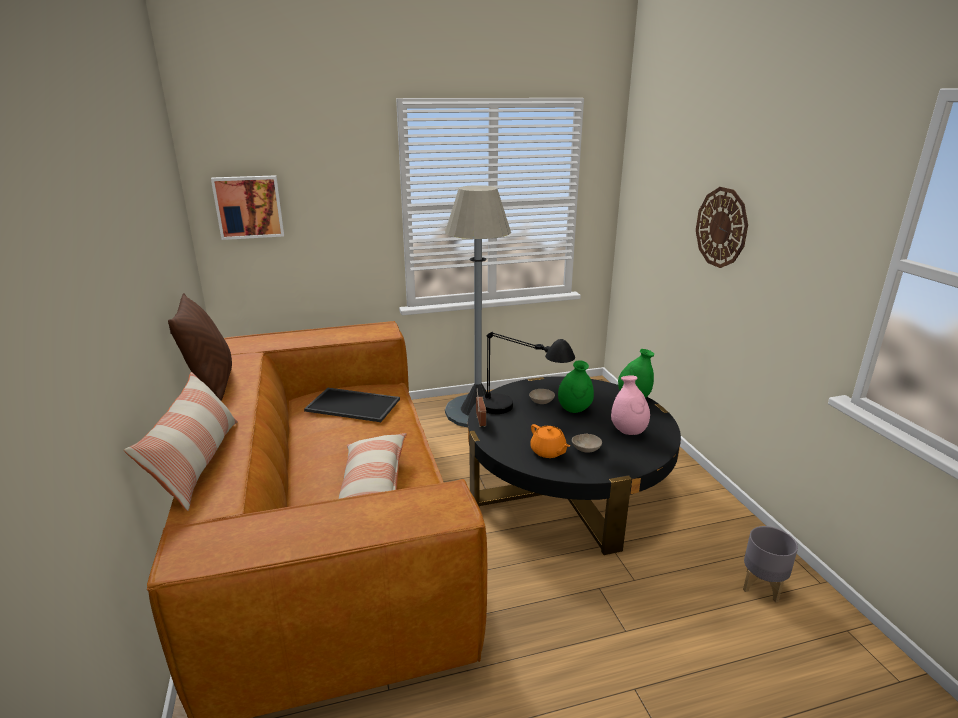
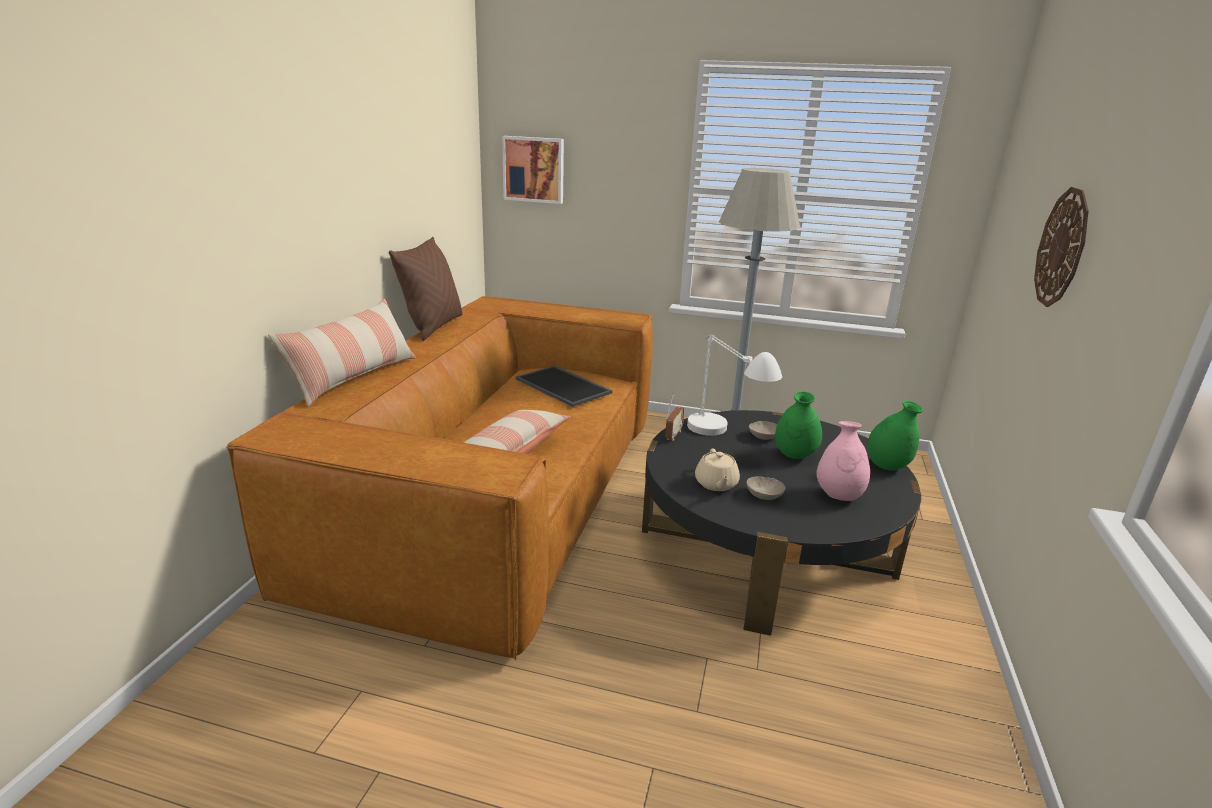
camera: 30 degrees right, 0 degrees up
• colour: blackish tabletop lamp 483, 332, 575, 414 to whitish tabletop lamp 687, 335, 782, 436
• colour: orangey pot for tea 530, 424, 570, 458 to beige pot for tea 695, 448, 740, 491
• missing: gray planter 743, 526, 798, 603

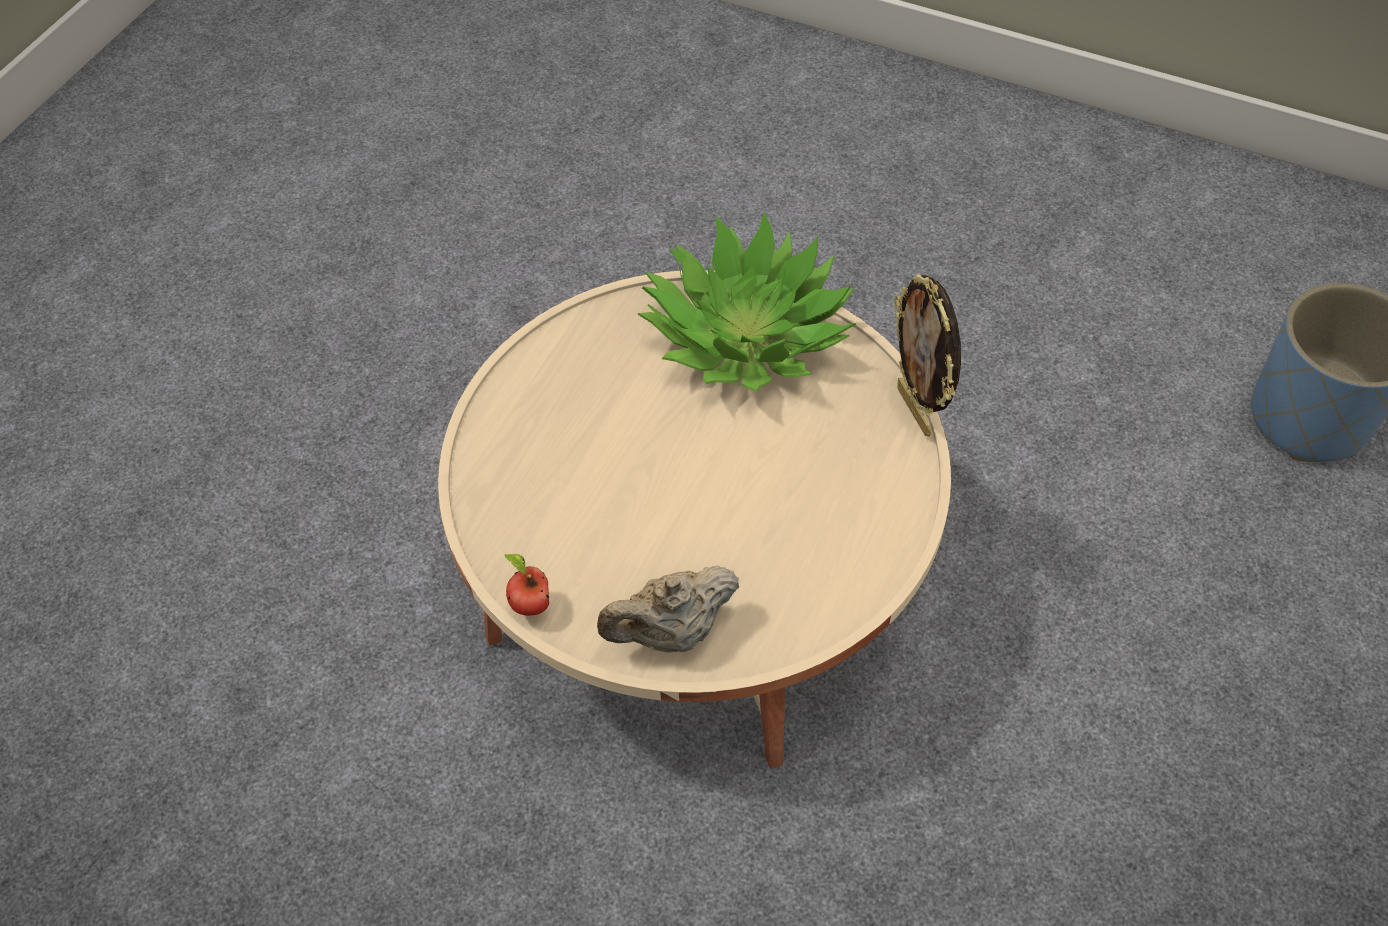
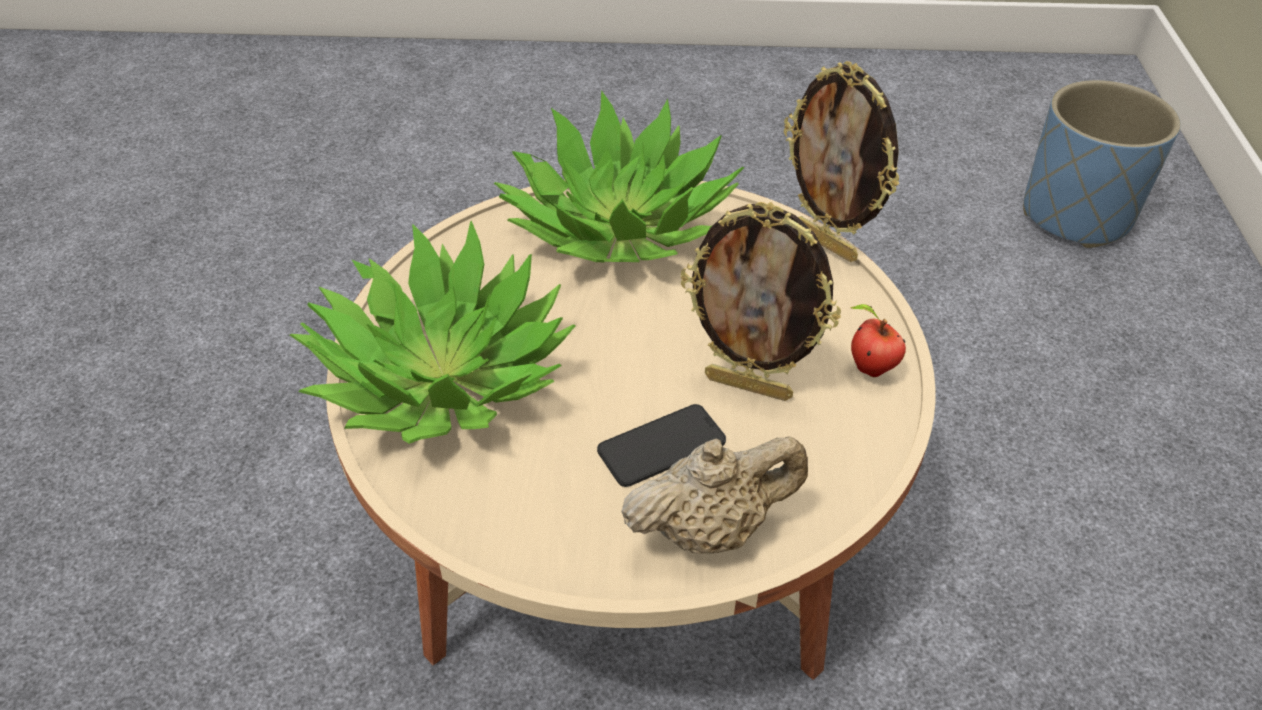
camera: 25 degrees left, 10 degrees down
• relocated: whole apple 505, 554, 549, 616 to 850, 304, 906, 377
• spun: beige pot for tea 597, 565, 739, 653 = 621, 437, 808, 554 150 degrees counterclockwise
• appeared: houseplant 290, 221, 575, 444
• appeared: handset 597, 404, 726, 487
• appeared: photo frame 681, 202, 841, 401

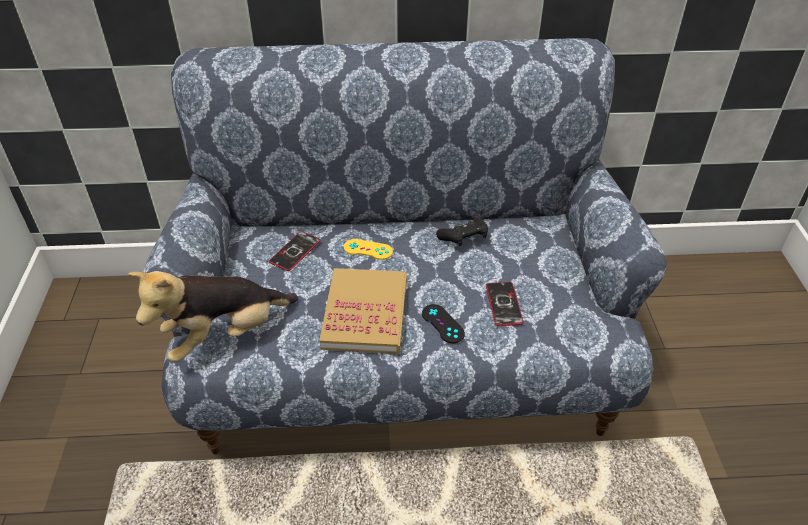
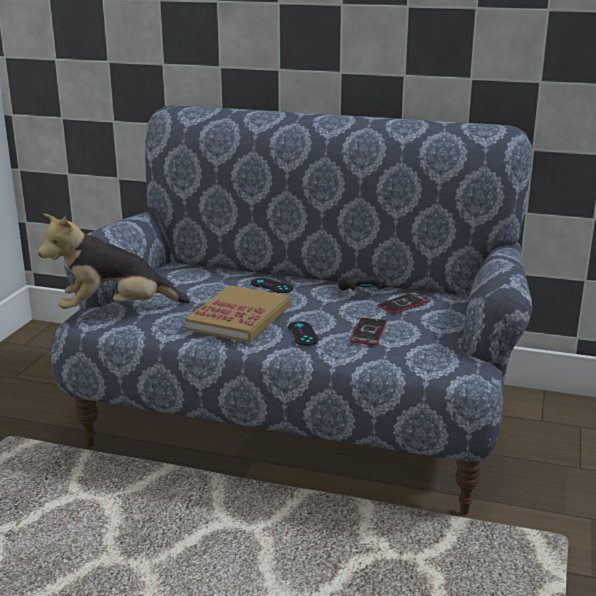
camera: 20 degrees right, 20 degrees down
• relocated: handset 269, 231, 321, 271 to 377, 292, 431, 314
• colour: yellowish joypad 344, 239, 393, 260 to blackish joypad 251, 278, 293, 293

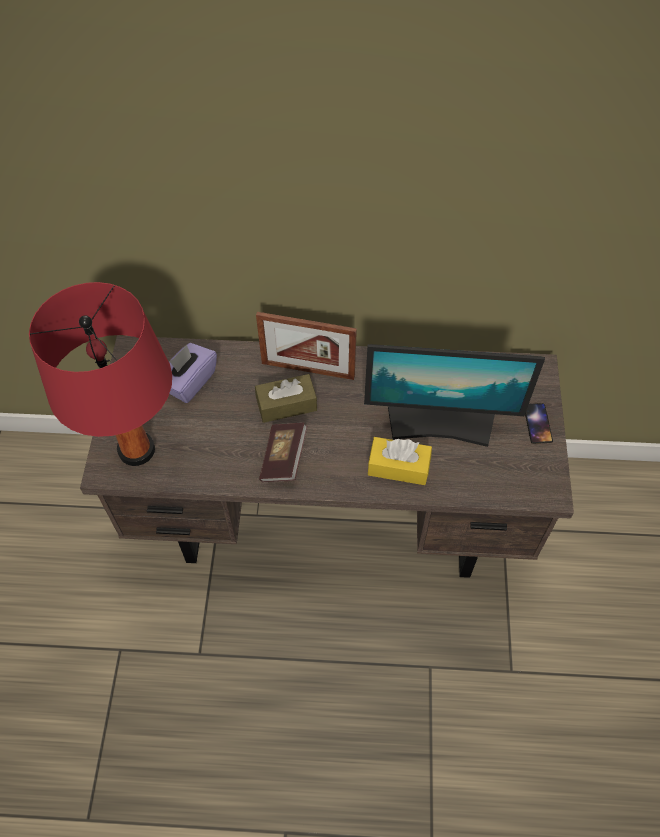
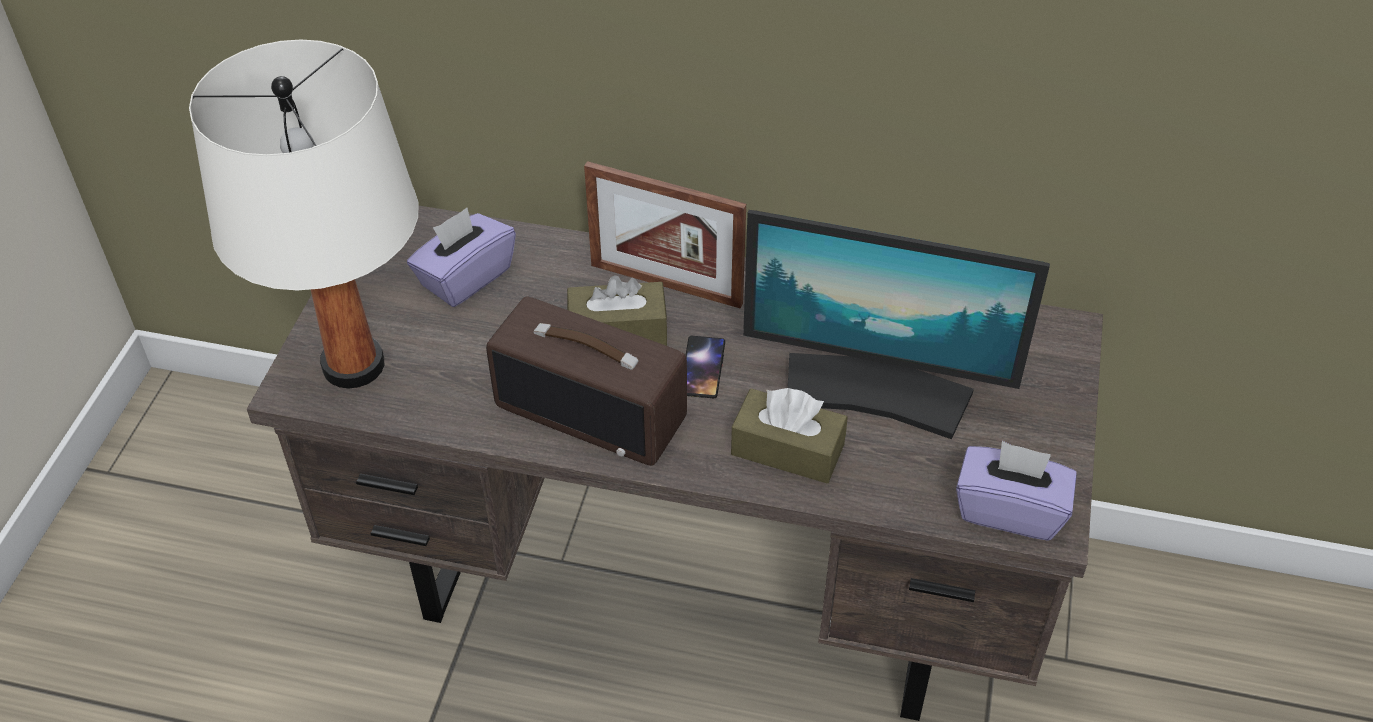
camera: 10 degrees right, 10 degrees down
• colour: red-coloured tabletop lamp 29, 282, 172, 466 to whitish tabletop lamp 189, 40, 419, 388
• exchanged: volume 259, 422, 307, 482 to radio receiver 486, 296, 687, 466
• colour: yellowish tissue box 368, 437, 432, 485 to brownish tissue box 731, 388, 848, 483
• relocated: handset 525, 403, 553, 444 to 686, 336, 725, 398
• appeared: purplish tissue box 956, 441, 1077, 541

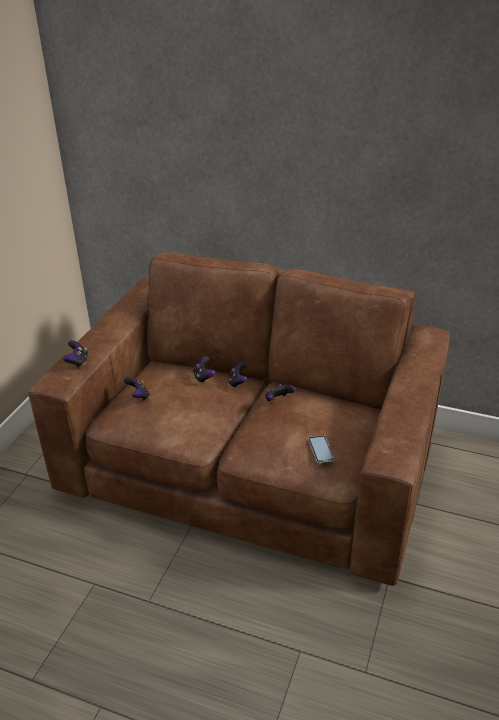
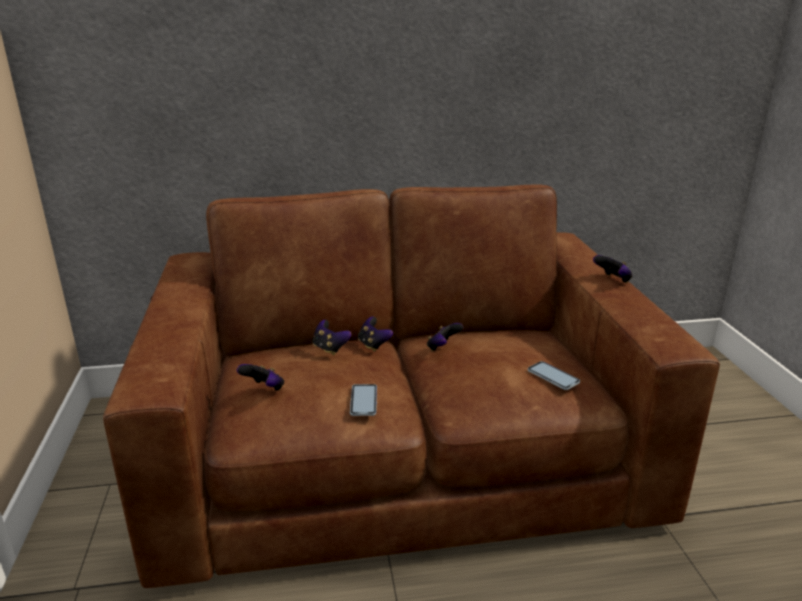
camera: 30 degrees left, 10 degrees down
• relocated: joypad 63, 340, 88, 368 to 593, 255, 632, 283
• appeared: handset 350, 384, 377, 416

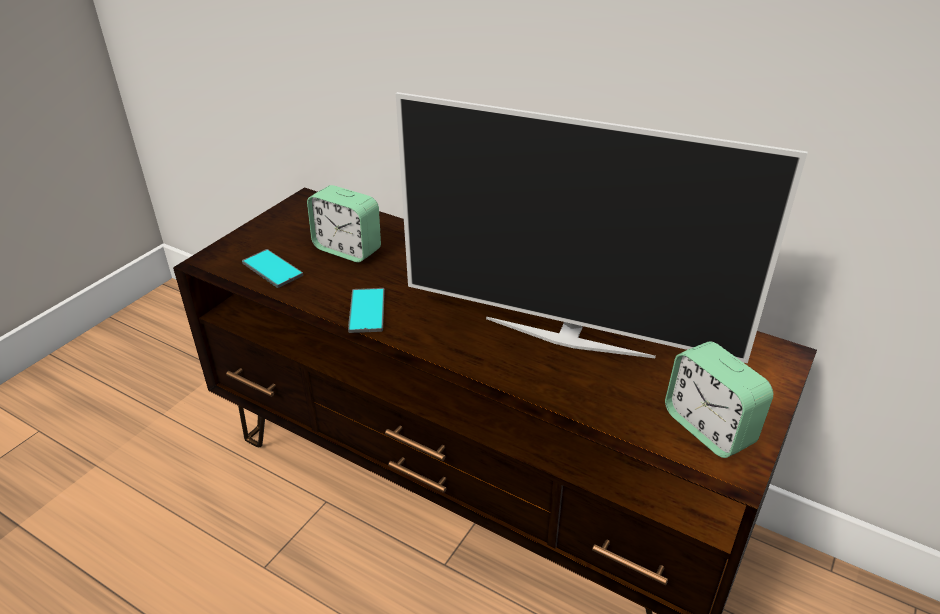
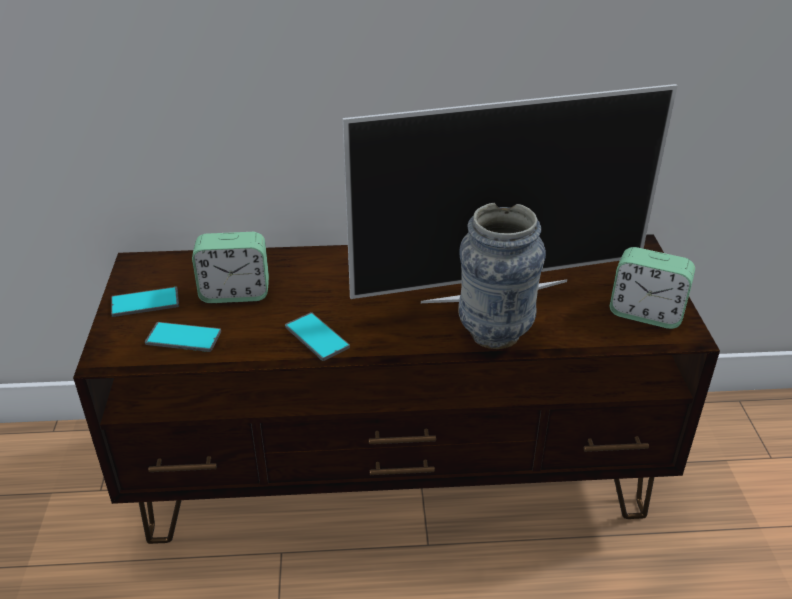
camera: 35 degrees left, 0 degrees up
• appeared: handset 111, 287, 179, 317
• appeared: flower vase 458, 203, 546, 349

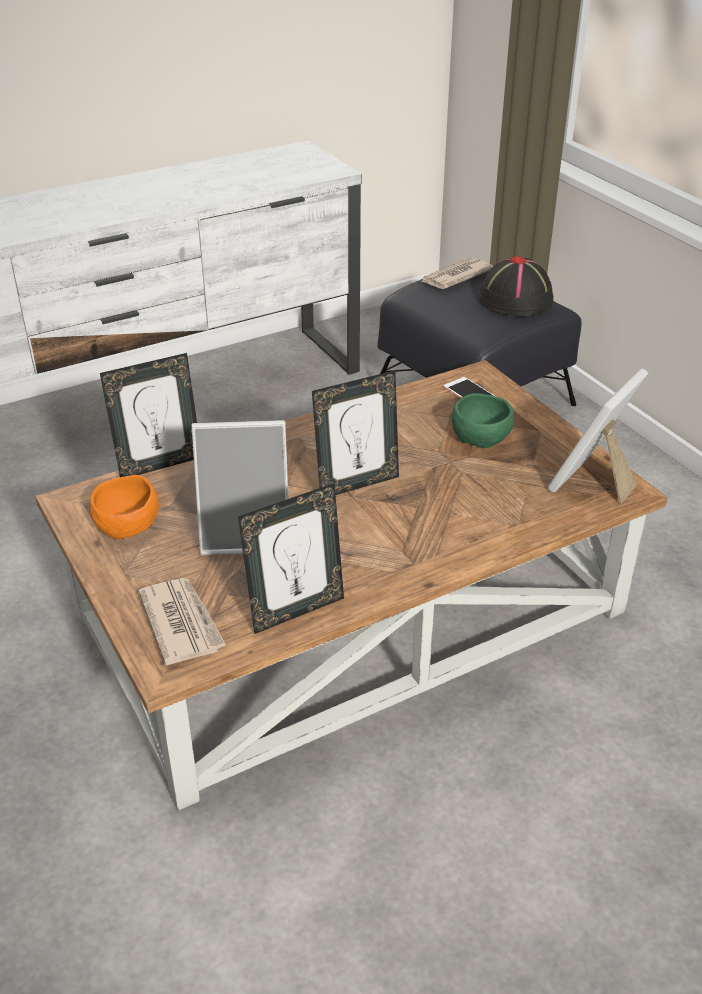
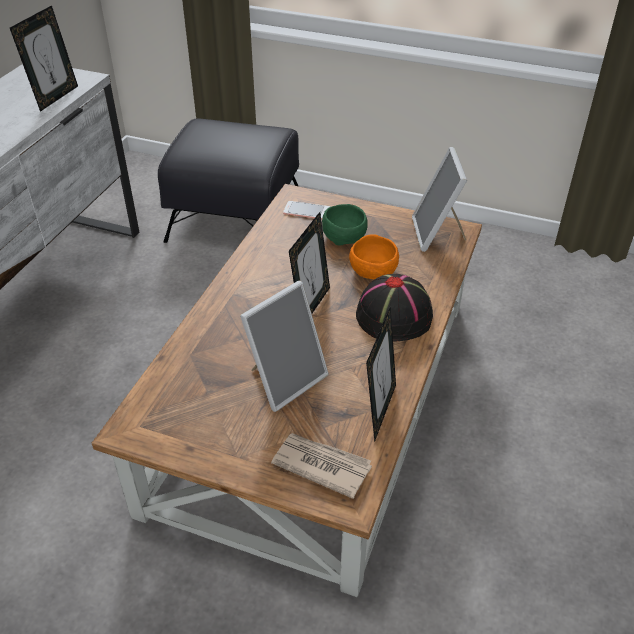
camera: 40 degrees left, 5 degrees up
• relocated: orangey bowl 89, 475, 159, 539 to 349, 234, 399, 280
• relocated: photo frame 100, 353, 197, 477 to 10, 5, 78, 112
• missing: printed paper 420, 257, 494, 289
• relocated: blackish clothing hat 479, 256, 553, 316 to 356, 273, 433, 342

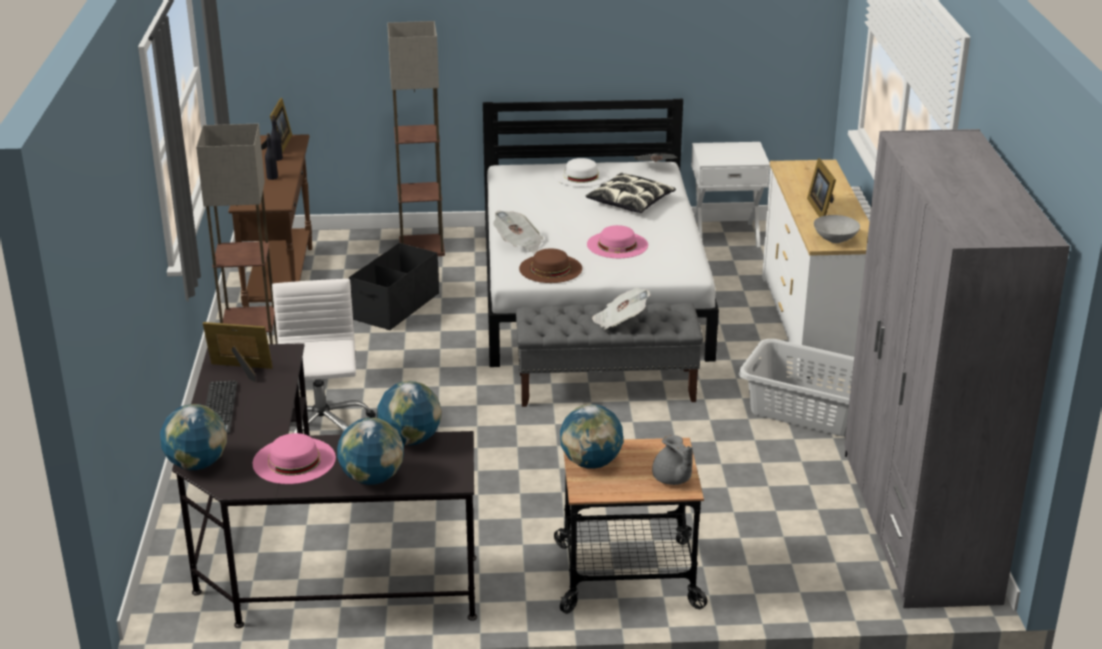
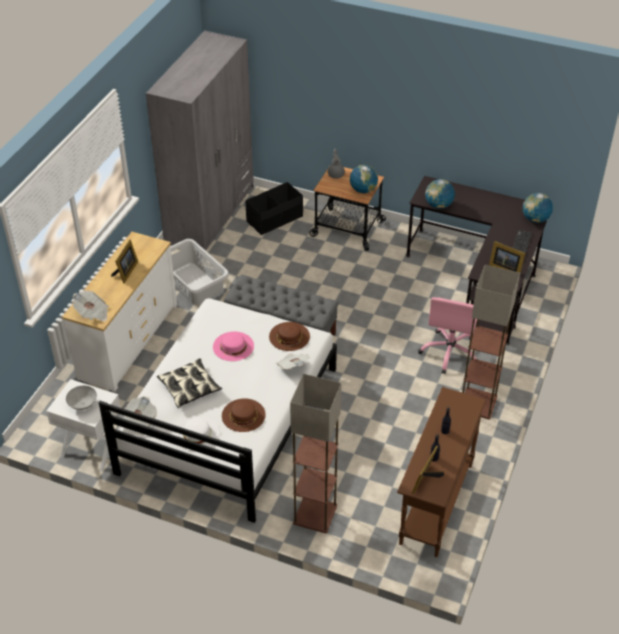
camera: 155 degrees left, 15 degrees up
• missing: pink clothing hat 253, 433, 336, 484
• colour: whitish office chair 272, 279, 376, 433 to pink office chair 418, 297, 477, 374
• missing: world globe 337, 418, 404, 485
• relocated: blackish storage container 349, 243, 439, 330 to 246, 182, 303, 235
• relocated: printed paper 592, 288, 650, 330 to 73, 291, 109, 321
• relocated: gray bowl 814, 215, 860, 243 to 66, 386, 97, 410
• appeared: brownish clothing hat 222, 398, 266, 432

